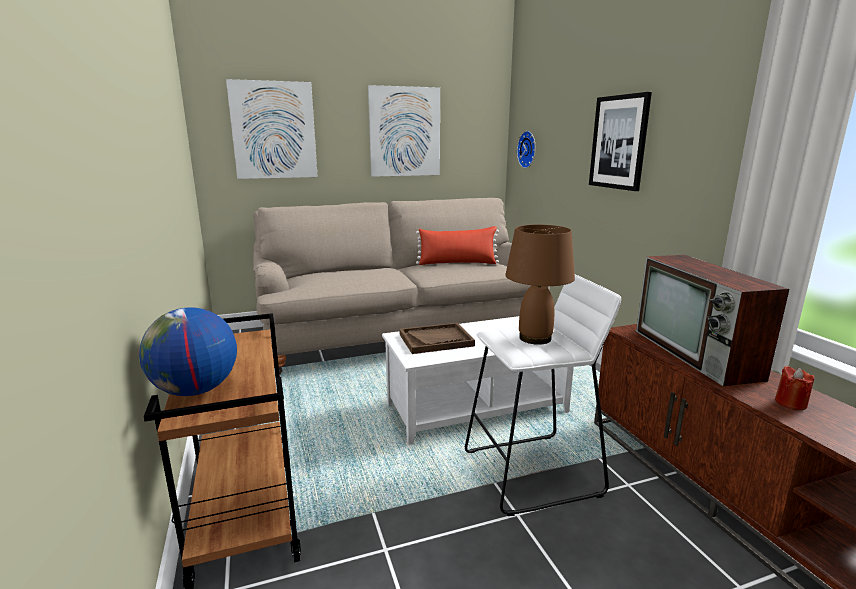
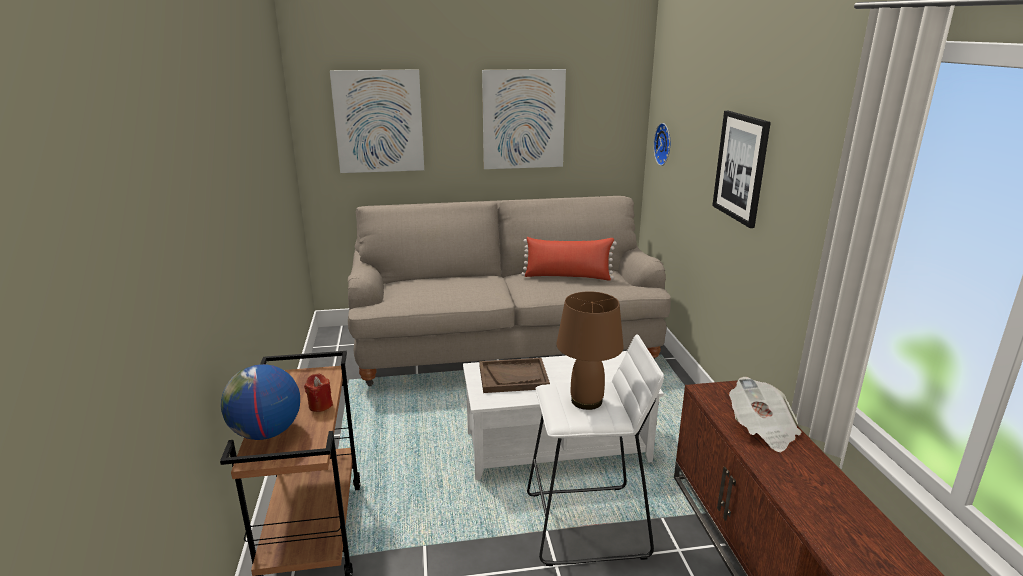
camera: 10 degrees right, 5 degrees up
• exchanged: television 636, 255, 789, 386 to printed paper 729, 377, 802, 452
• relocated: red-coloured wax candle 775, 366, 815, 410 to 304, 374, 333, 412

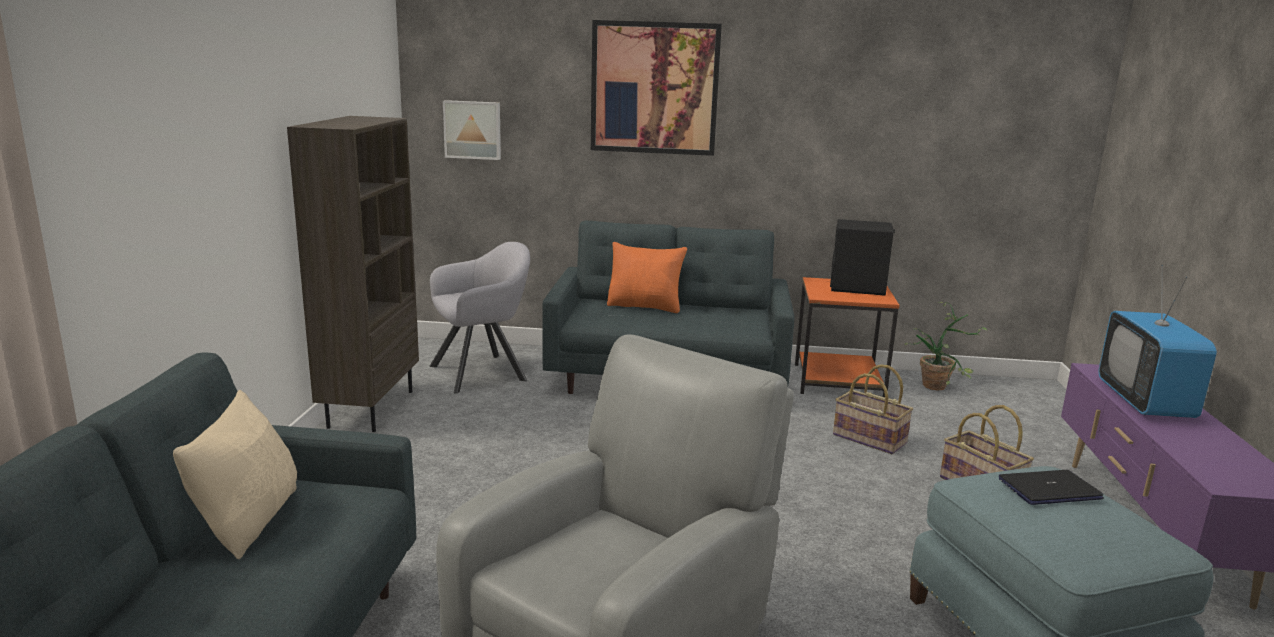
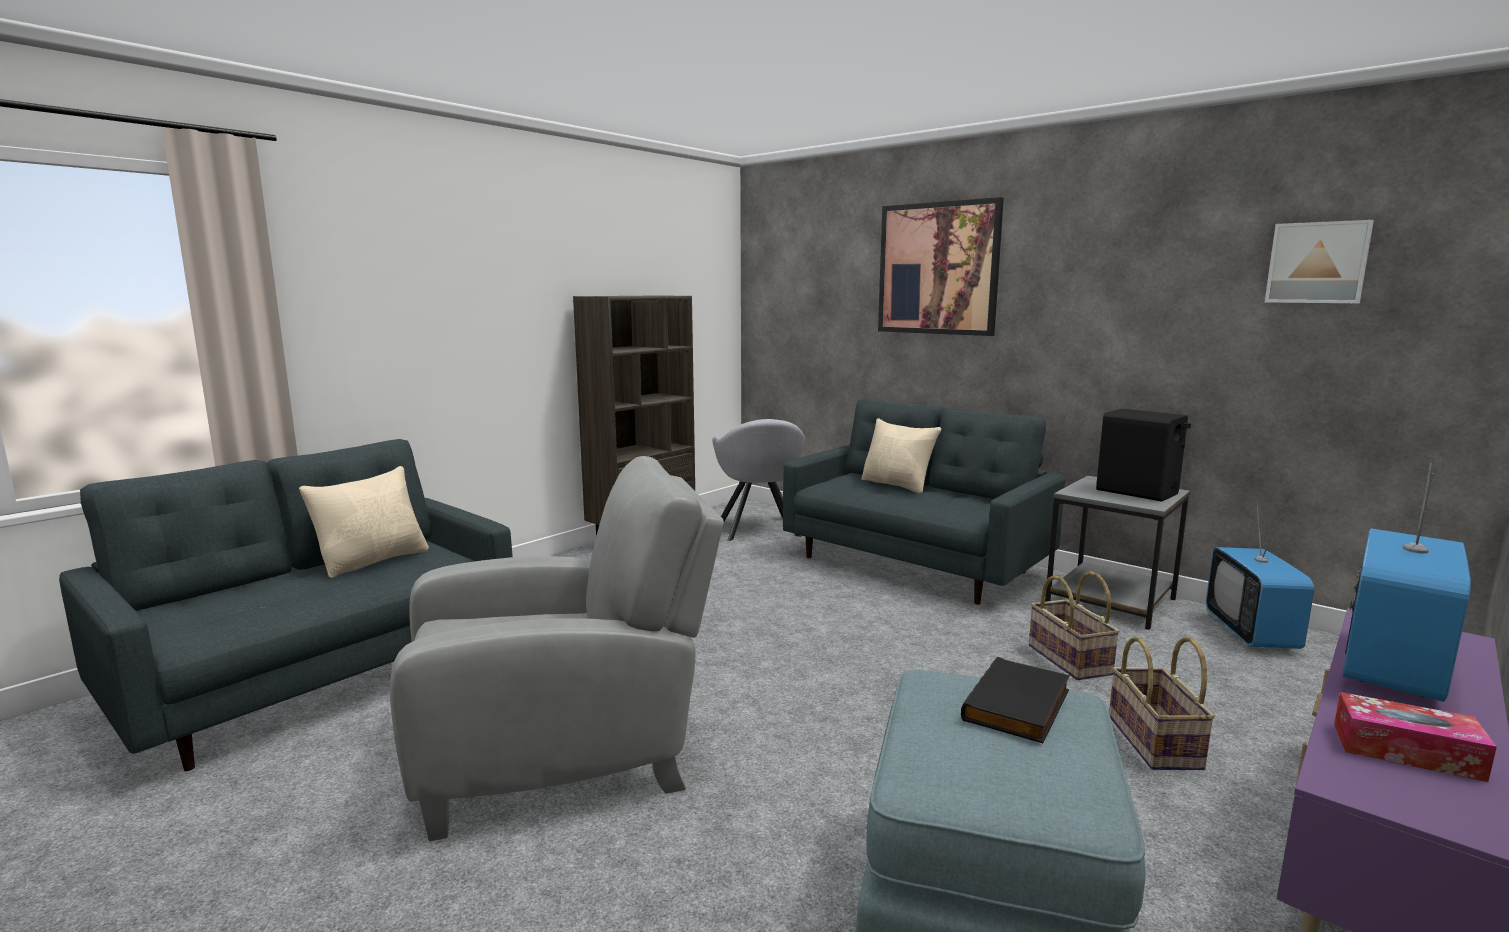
camera: 35 degrees right, 5 degrees down
• spun: gray easy chair 430, 242, 530, 394 = 712, 419, 805, 541 75 degrees clockwise
• relocated: picture 443, 100, 501, 160 to 1265, 220, 1374, 303
• colour: orangey throw pillow 607, 242, 687, 313 to beige throw pillow 861, 418, 941, 494
• colour: orangey accent table 795, 277, 899, 397 to gray accent table 1045, 475, 1190, 630
• exchanged: houseplant 904, 302, 988, 391 to television 1206, 505, 1314, 649
• exchanged: notebook computer 999, 470, 1104, 505 to blackish volume 961, 657, 1070, 743
• appeared: tissue box 1334, 692, 1497, 782

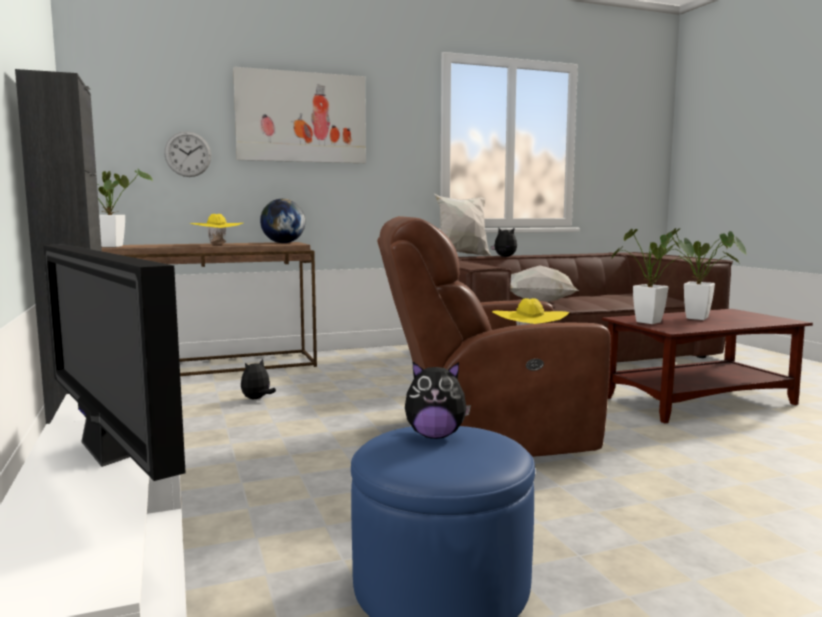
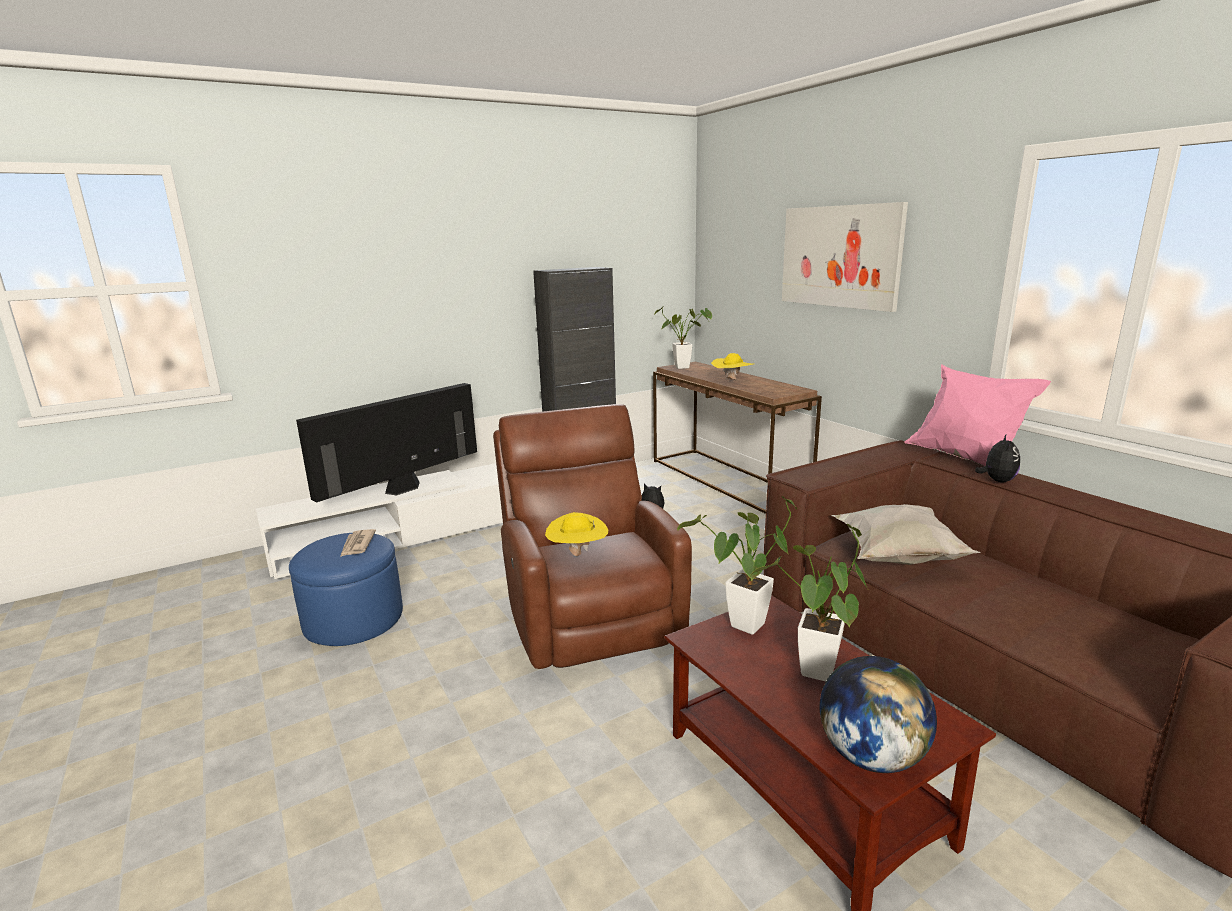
camera: 80 degrees right, 10 degrees up
• missing: clock on the wall 164, 131, 211, 177
• relocated: world globe 260, 199, 305, 243 to 820, 656, 937, 773
• exchanged: soft toy 405, 362, 471, 439 to printed paper 340, 529, 376, 557
• colour: whitish throw pillow 434, 194, 491, 256 to pink throw pillow 904, 364, 1051, 466

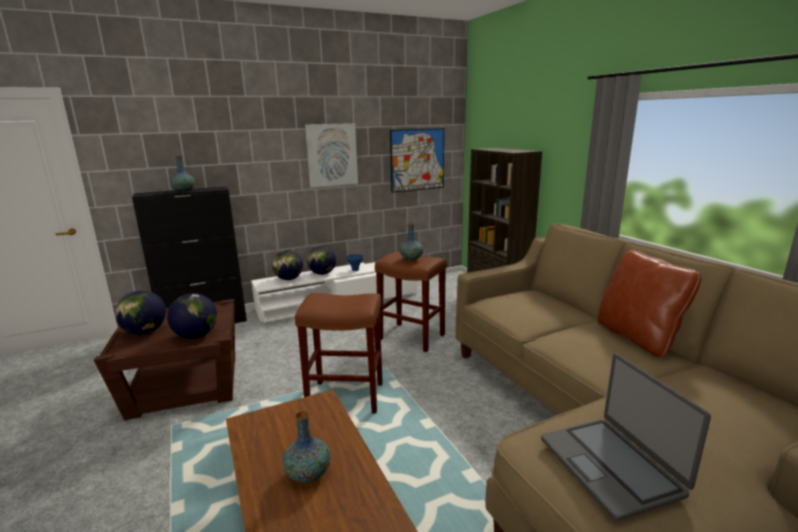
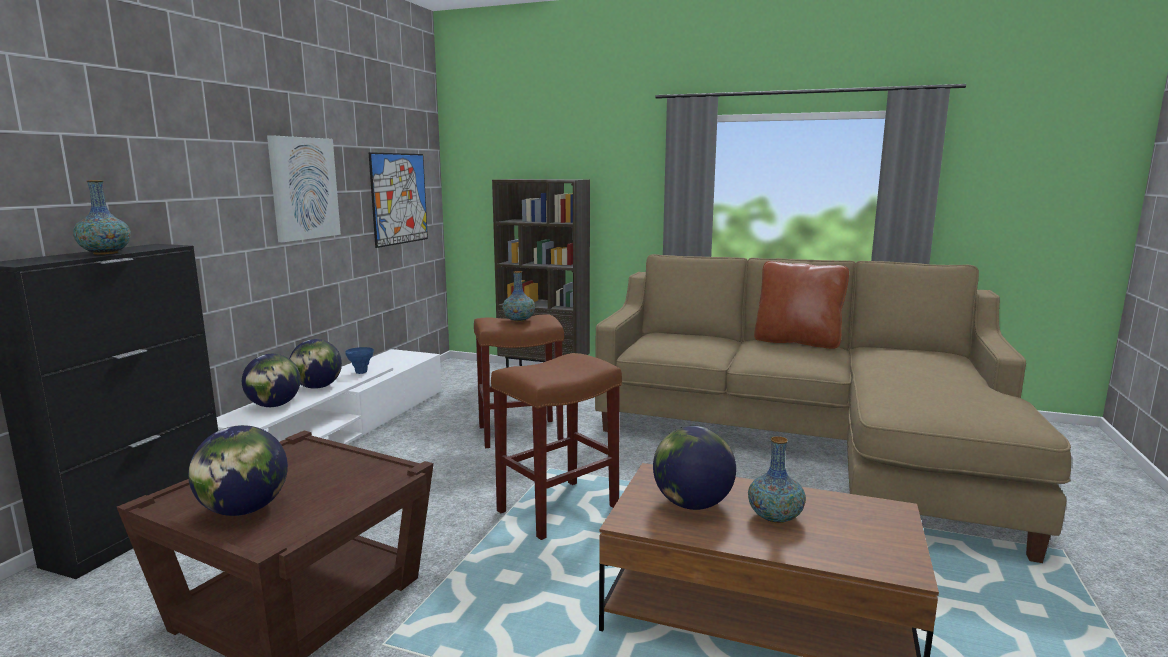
camera: 45 degrees left, 5 degrees down
• relocated: world globe 167, 293, 217, 339 to 653, 426, 736, 510
• missing: notebook computer 541, 353, 711, 521

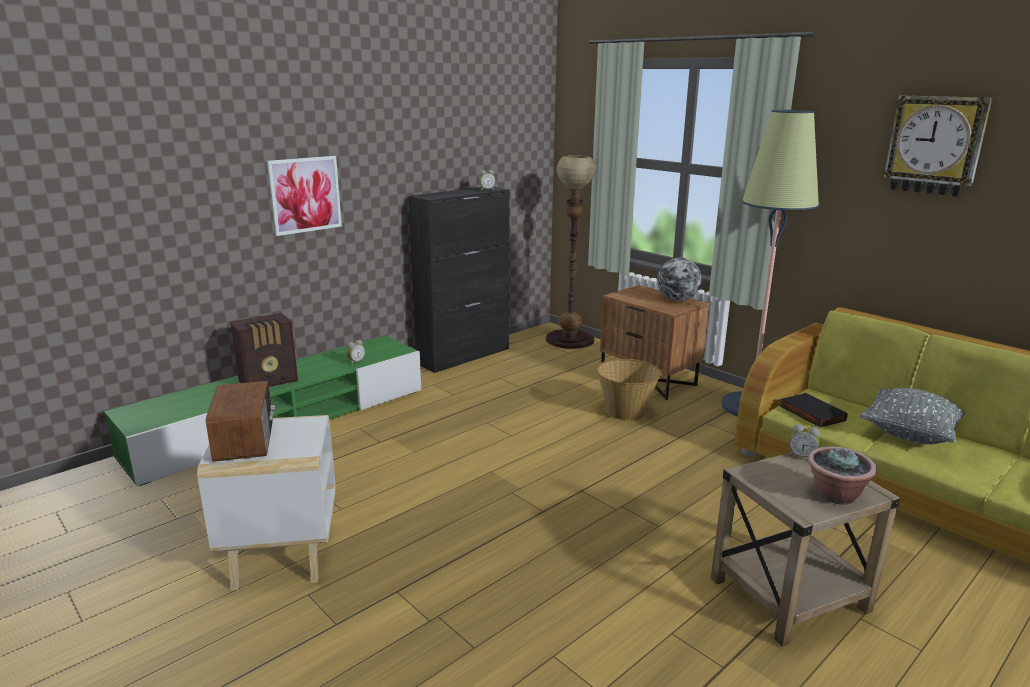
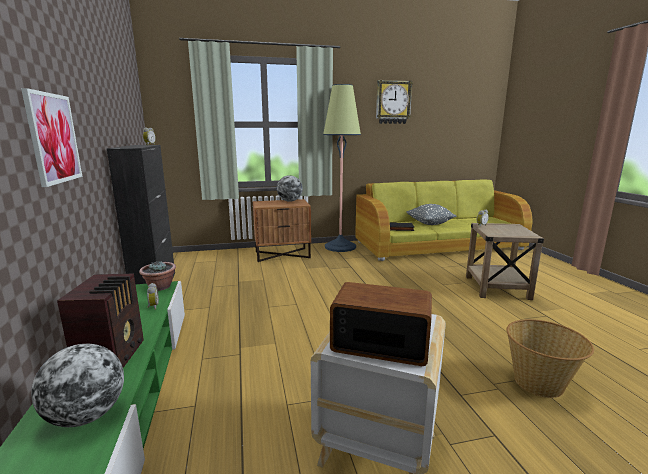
camera: 60 degrees left, 5 degrees down
• missing: standard lamp 546, 155, 596, 349
• relocated: basket 596, 359, 662, 421 to 506, 319, 594, 398
• relocated: houseplant 808, 446, 877, 505 to 139, 261, 176, 291
• appeared: world globe 31, 344, 124, 427

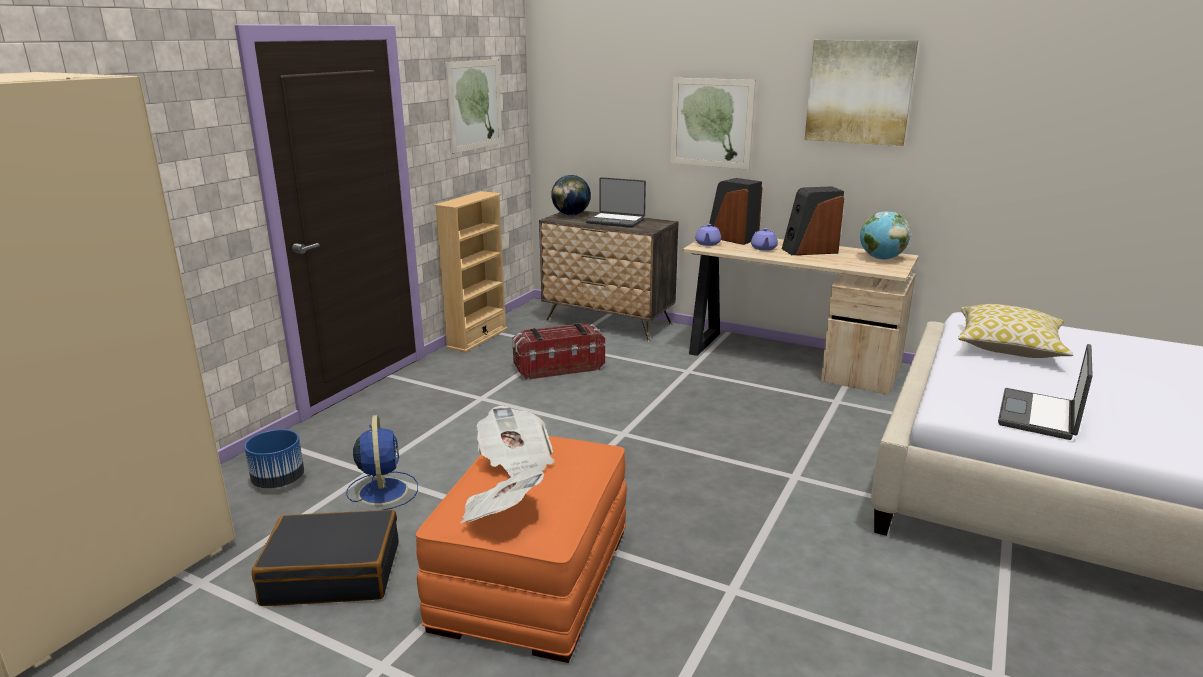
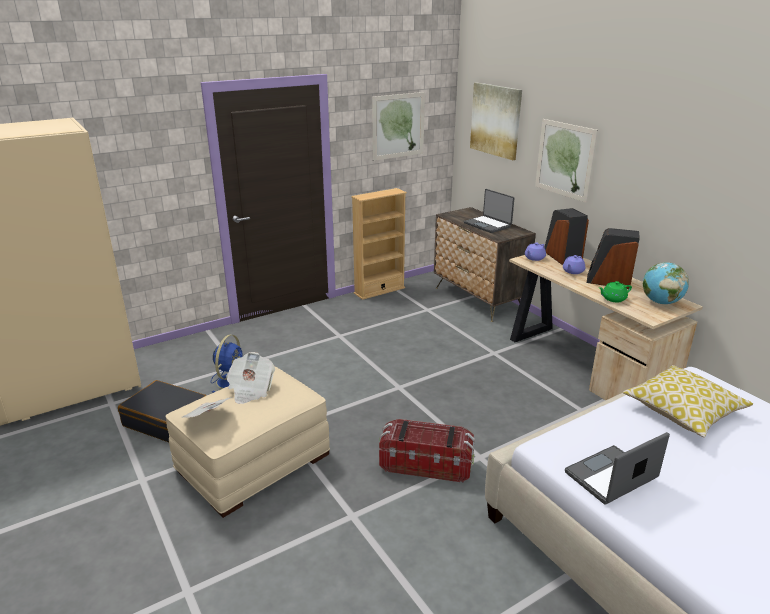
camera: 30 degrees right, 5 degrees up
• missing: bluish planter 244, 429, 304, 488
• colour: orangey pouffe 416, 436, 627, 663 to beige pouffe 166, 367, 330, 518
• relocated: storage container 512, 323, 605, 380 to 379, 419, 475, 483
• missing: world globe 551, 175, 591, 216
• relocated: picture 805, 40, 918, 146 to 470, 82, 522, 160
• appeared: greenish pot for tea 599, 281, 632, 302

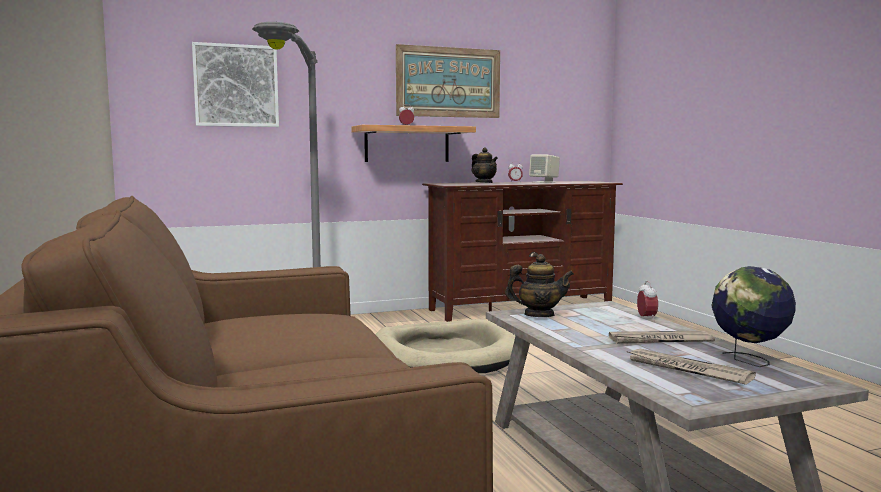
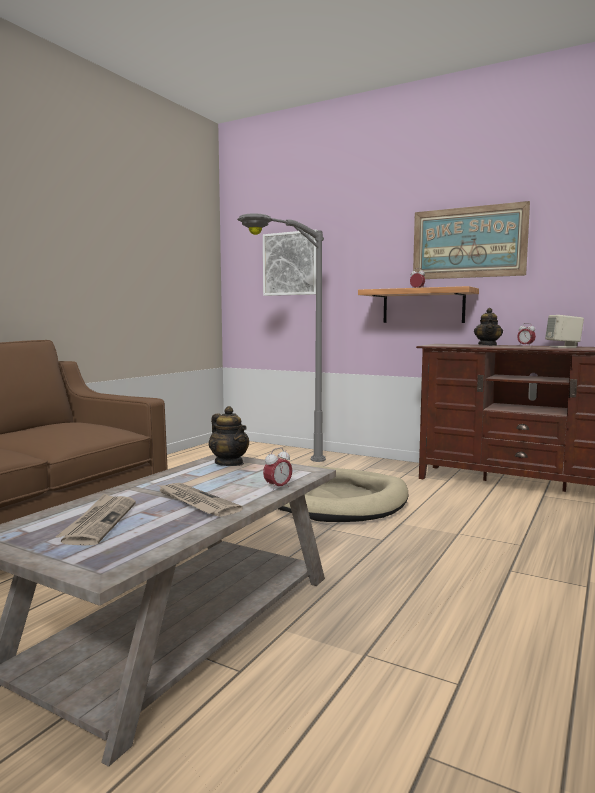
camera: 50 degrees right, 0 degrees up
• missing: world globe 711, 266, 796, 367

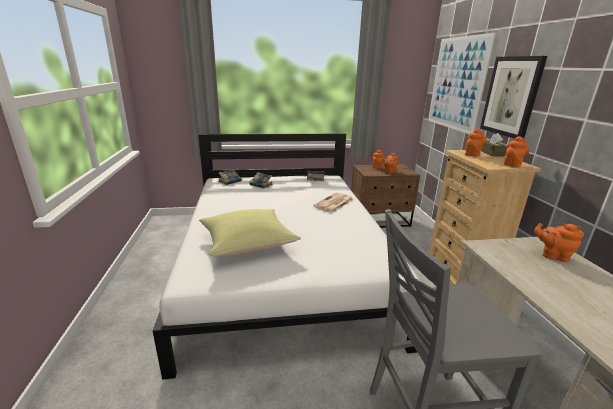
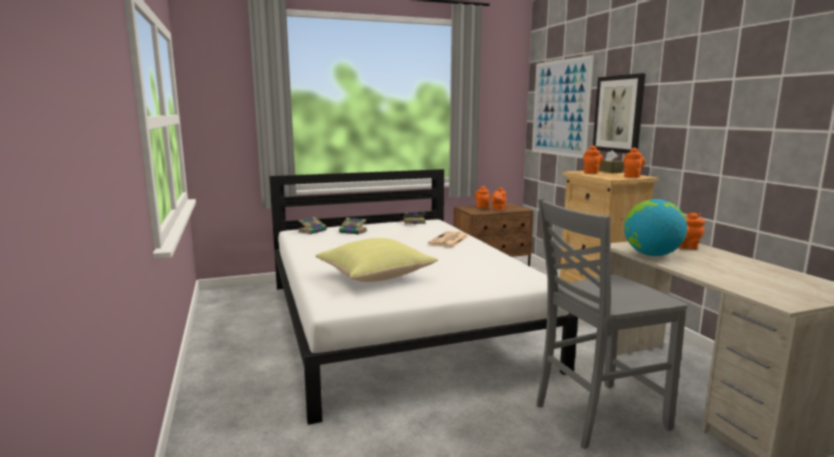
camera: 10 degrees left, 10 degrees down
• appeared: world globe 624, 199, 687, 256

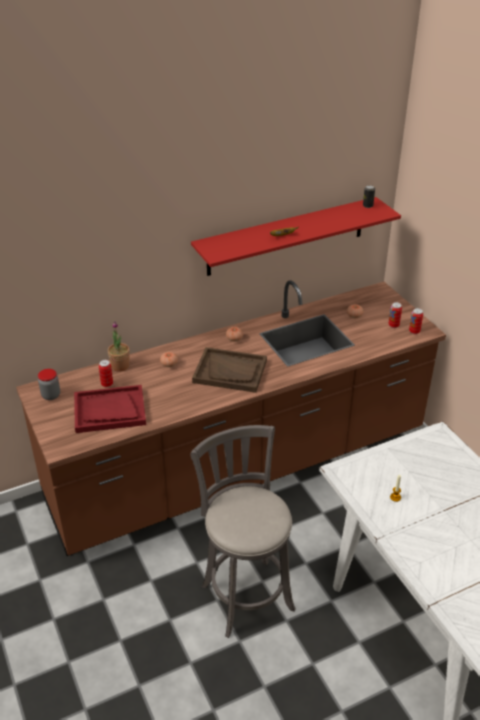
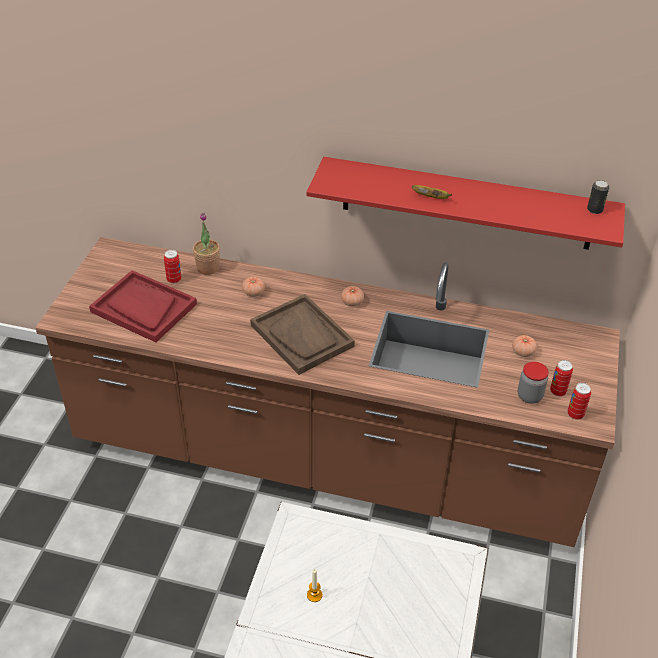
camera: 40 degrees right, 5 degrees up
• relocated: preserve jar 38, 369, 60, 400 to 518, 362, 549, 404
• missing: gray stool 190, 425, 296, 638

